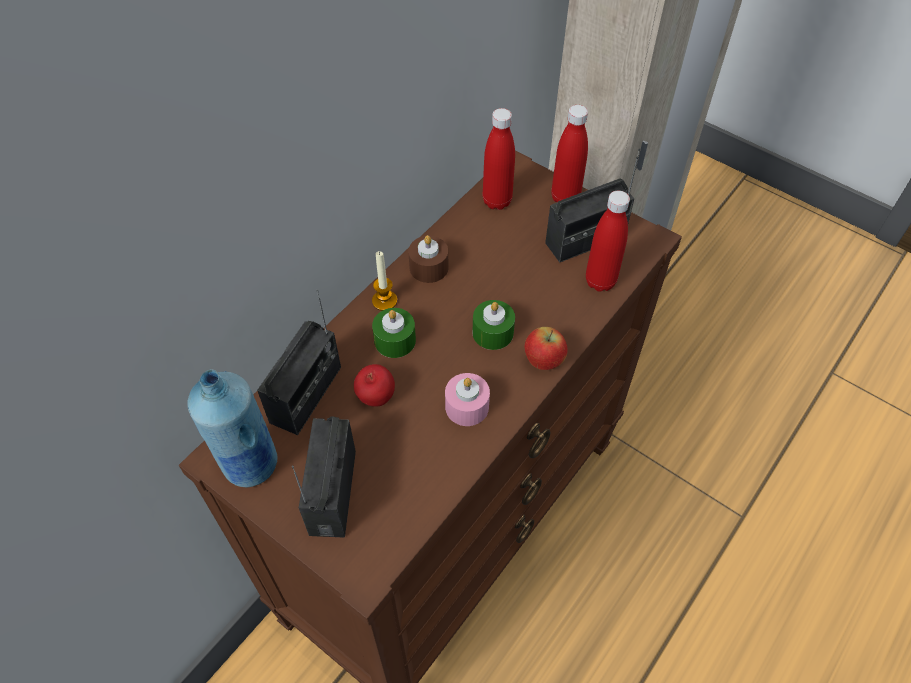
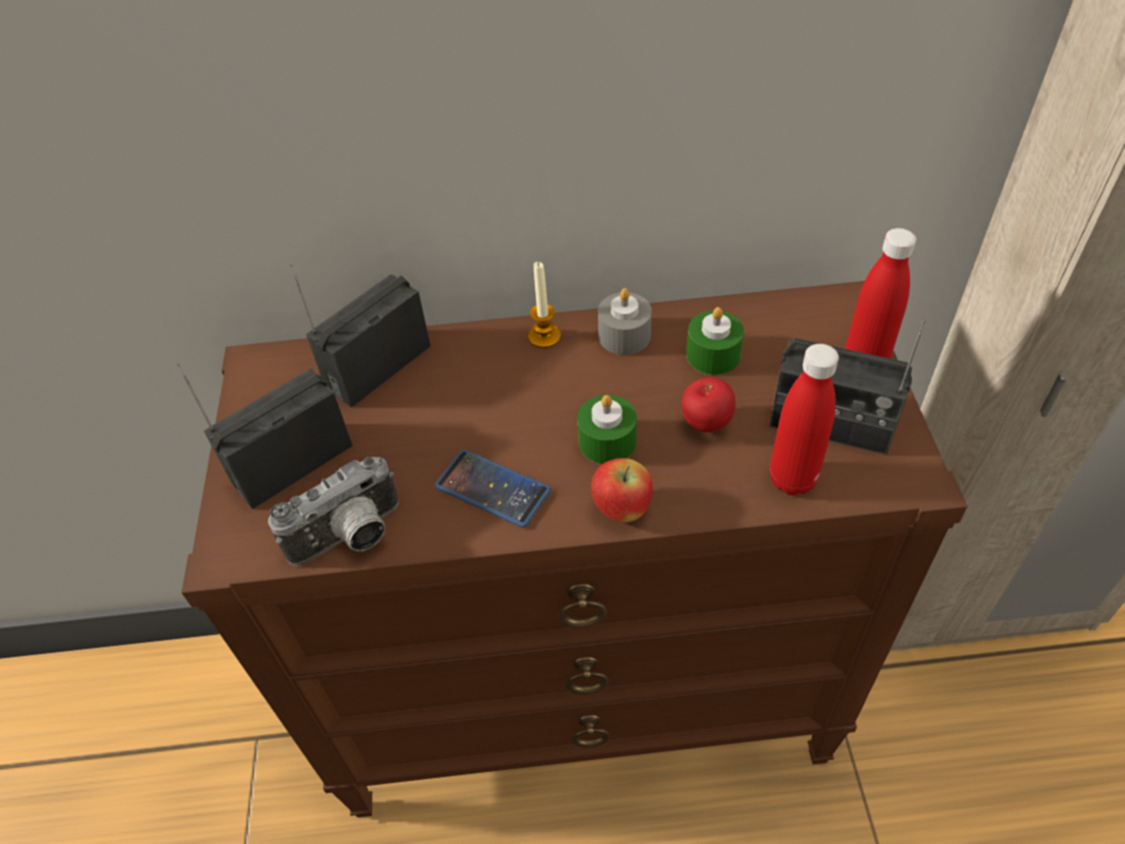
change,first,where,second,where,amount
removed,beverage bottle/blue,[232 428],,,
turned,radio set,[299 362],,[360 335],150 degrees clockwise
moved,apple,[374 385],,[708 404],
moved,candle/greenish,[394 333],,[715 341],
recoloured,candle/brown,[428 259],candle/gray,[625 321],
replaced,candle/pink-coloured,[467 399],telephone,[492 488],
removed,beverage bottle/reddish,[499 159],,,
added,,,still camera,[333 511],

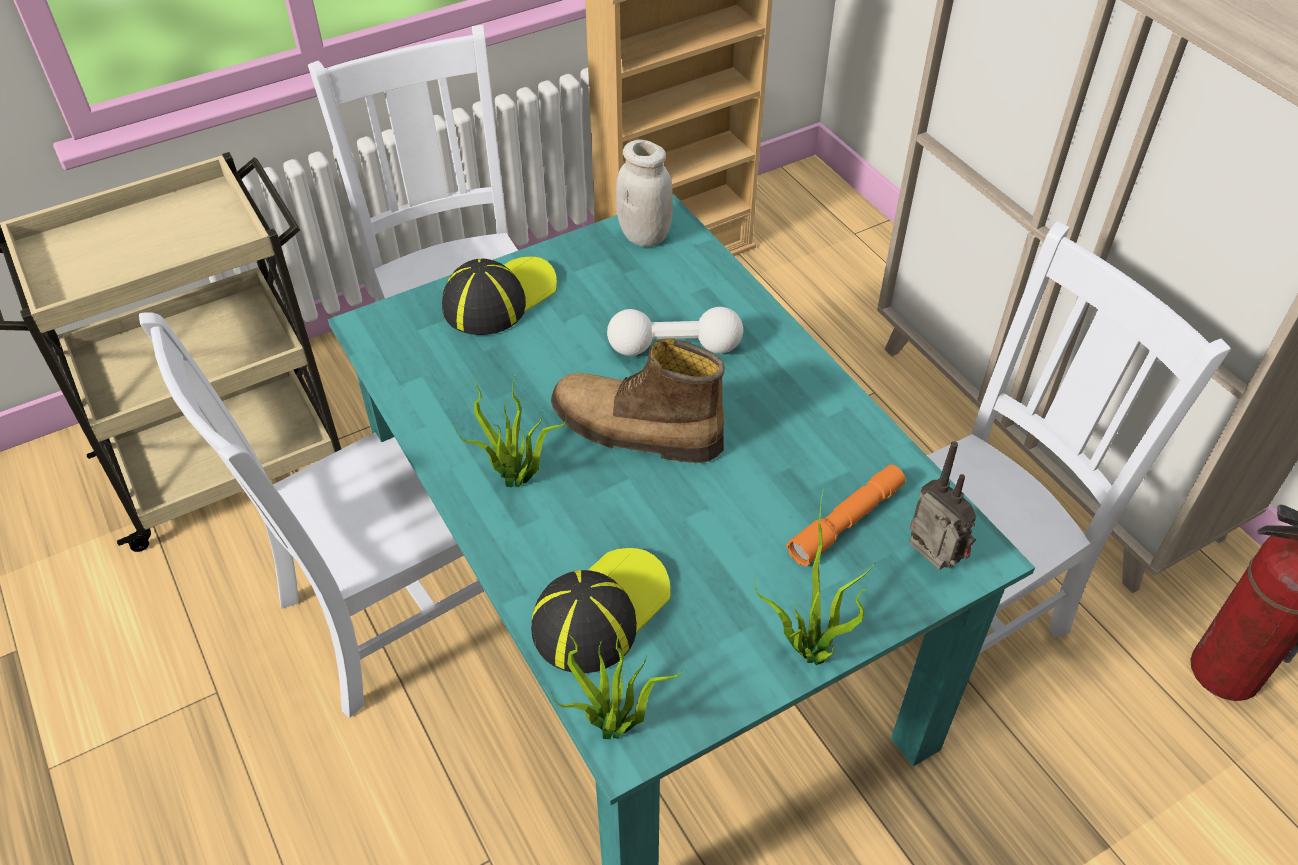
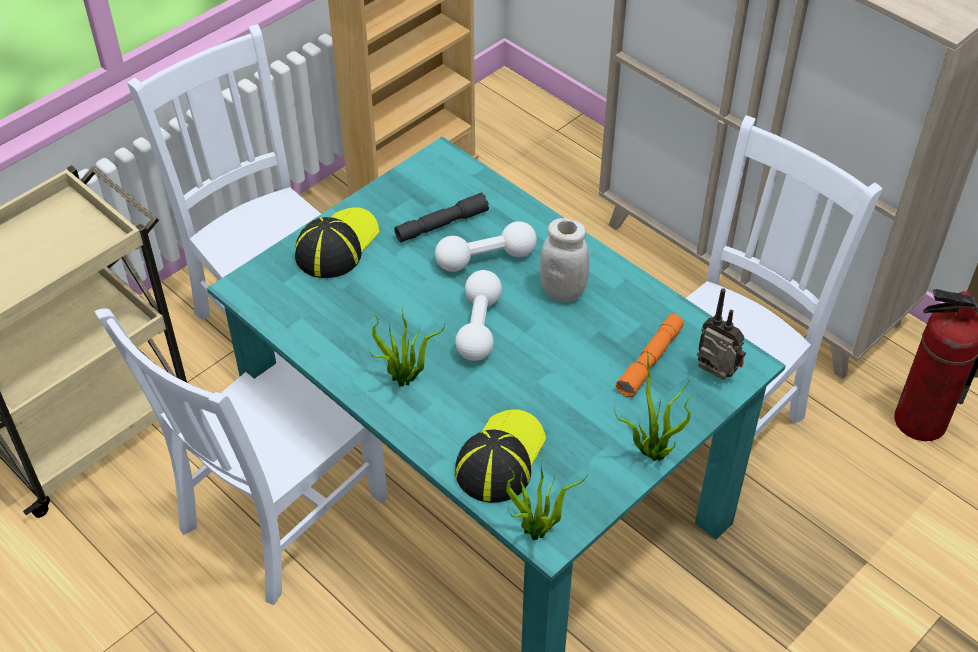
change,first,where,second,where,amount
replaced,boot,[638 401],dumbbell/whitish,[478 315],
moved,preserve jar/whitish,[644 193],,[565 260],
added,,,torch/gray,[441 217],

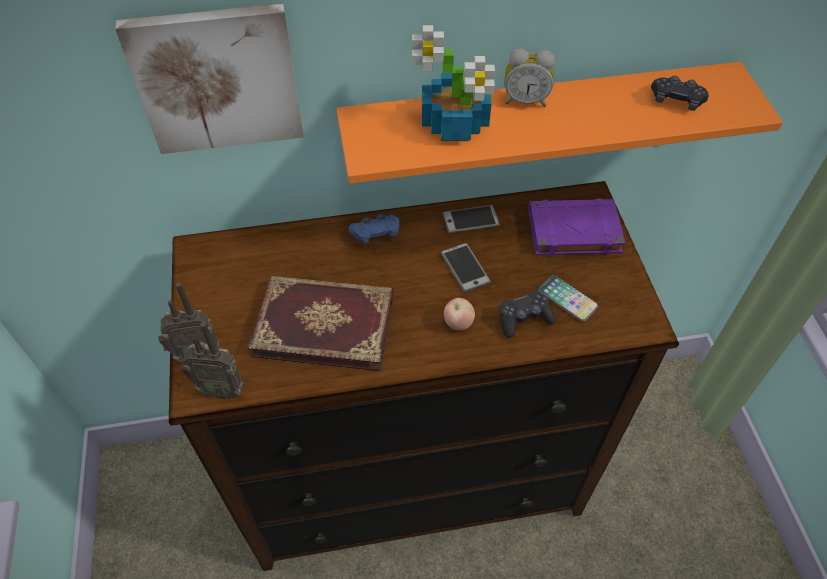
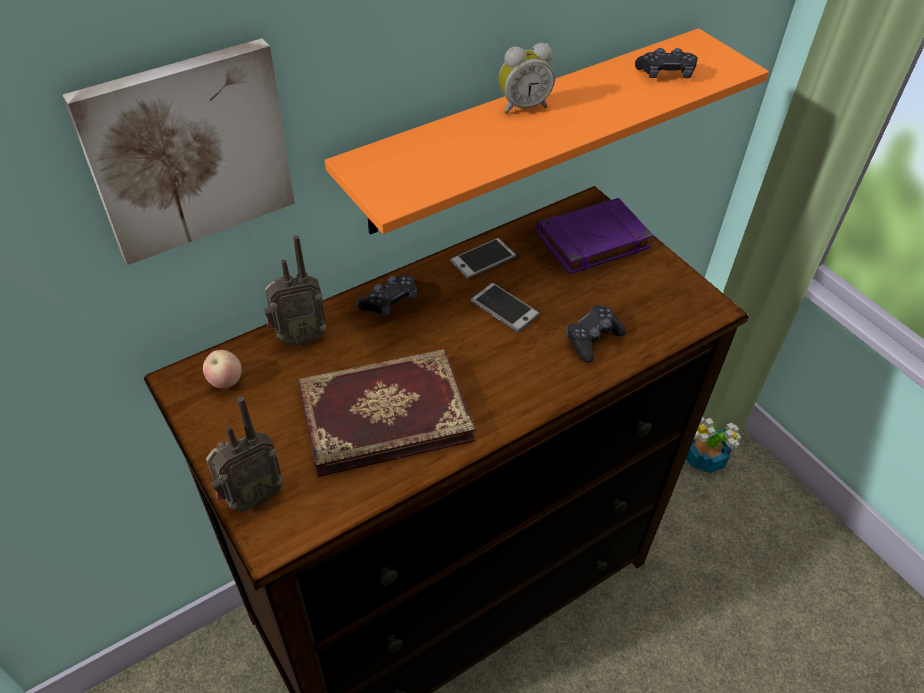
change,first,where,second,where,amount
moved,radio set,[213 360],,[295 290],
recoloured,joypad/blue,[374 229],joypad/black-coloured,[386 296],
moved,plant in a pot,[453 83],,[713 445],
moved,apple,[459 314],,[222 369],
removed,telephone,[568 298],,,

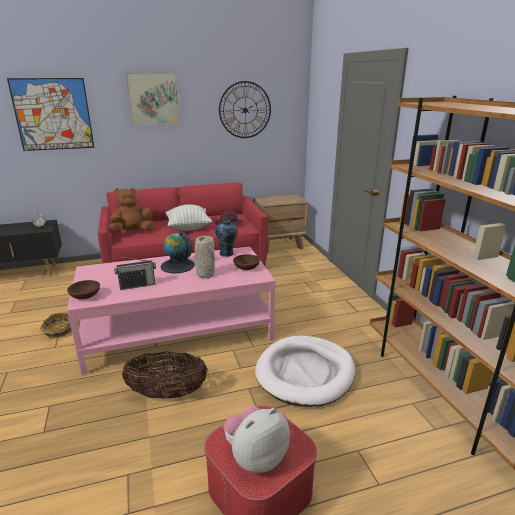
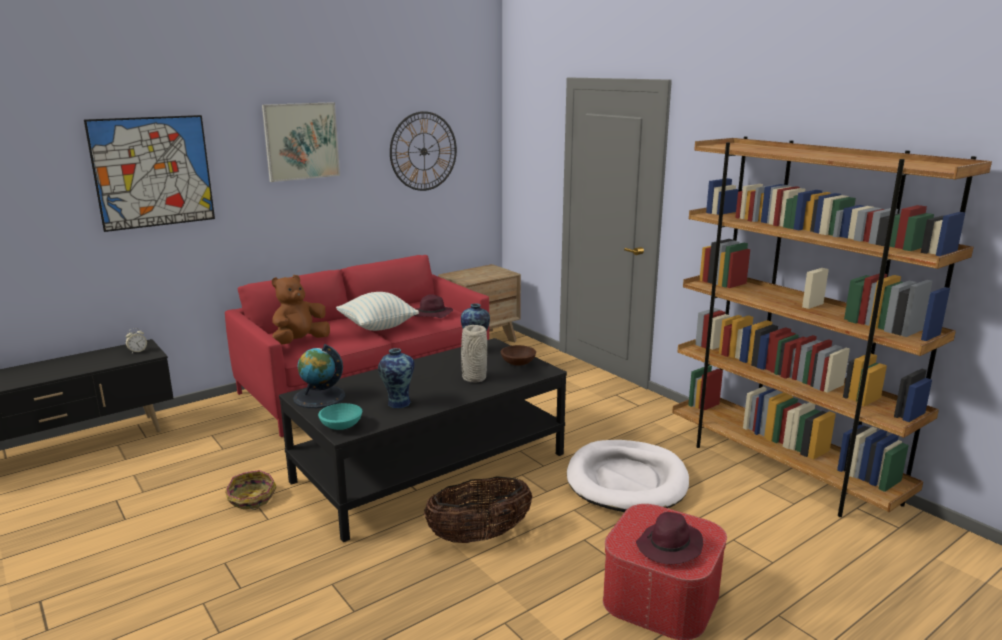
change,first,where,second,where,amount
recoloured,coffee table/pink-coloured,[171 310],coffee table/black-coloured,[423 440],
recoloured,bowl/brown,[83 289],bowl/blue-green,[340 416],
replaced,radio set,[135 273],decorative vase,[396 378],
moved,globe,[177 252],,[319 376],
replaced,soft toy,[256 439],clothing hat/purple,[669 538],

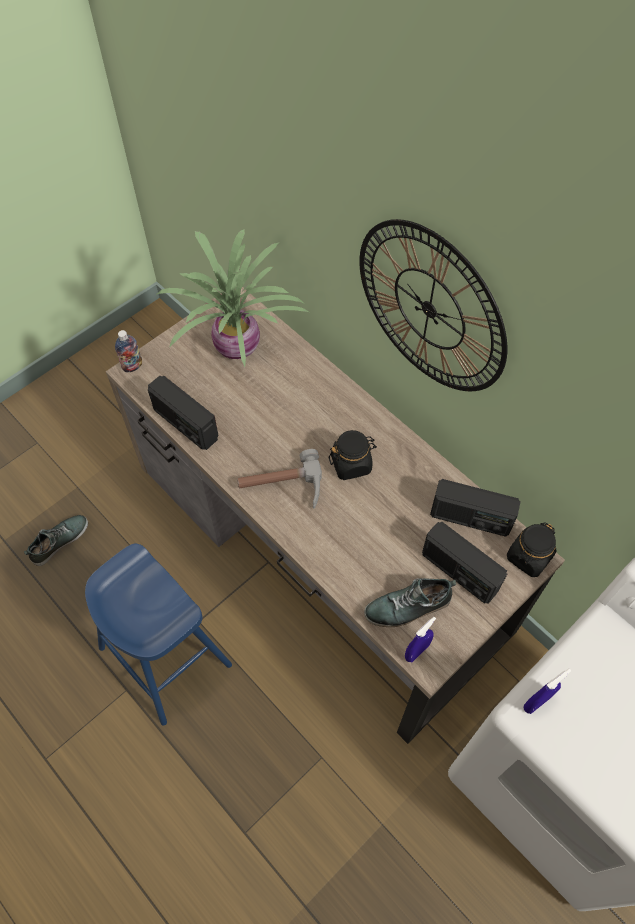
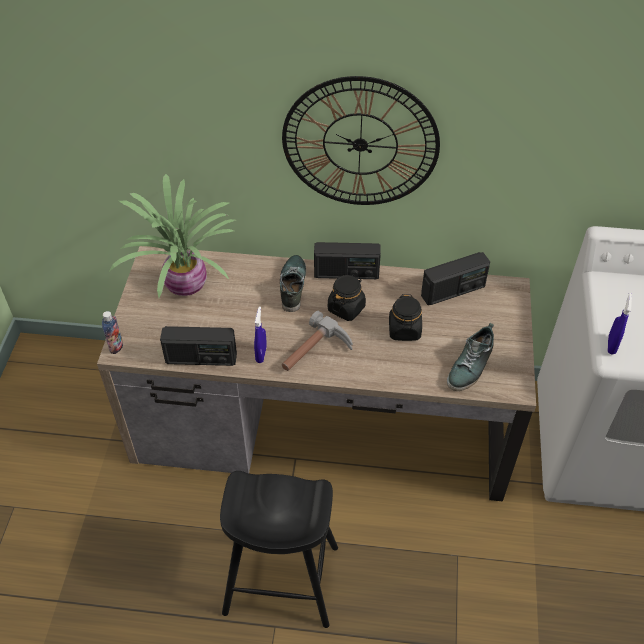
change,first,where,second,where,amount
moved,item of footwear,[56 540],,[293 283],
recoloured,sitting stool/blue,[158 635],sitting stool/black-coloured,[279 549],
moved,spray bottle/blue,[420 639],,[260 335],
moved,radio set,[464 563],,[347 260],
moved,preserve jar/black-coloured,[532 549],,[405 317],

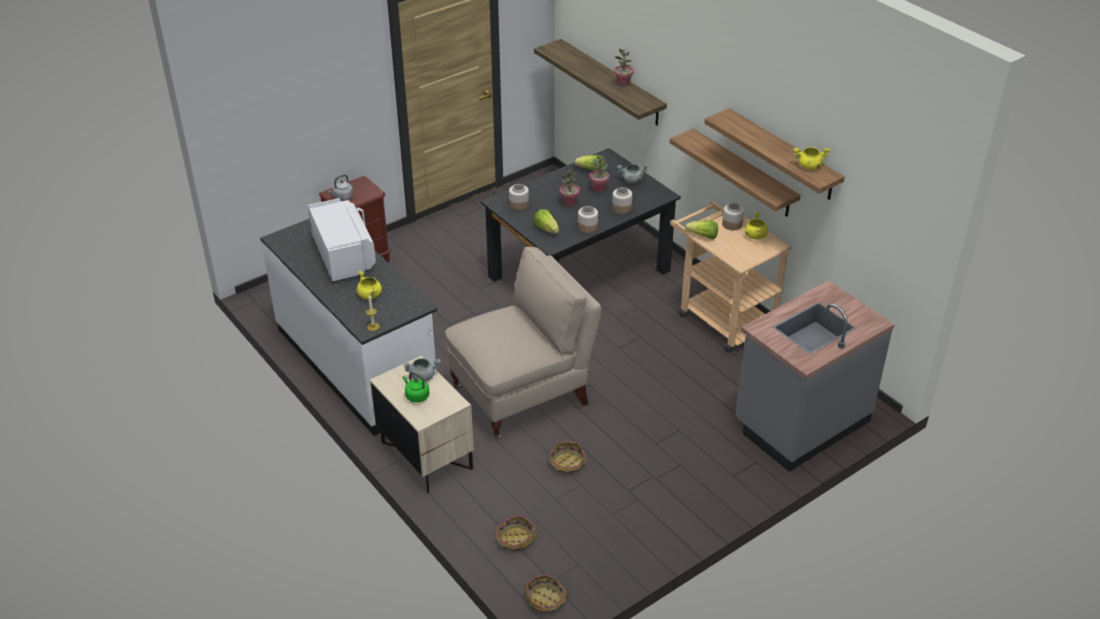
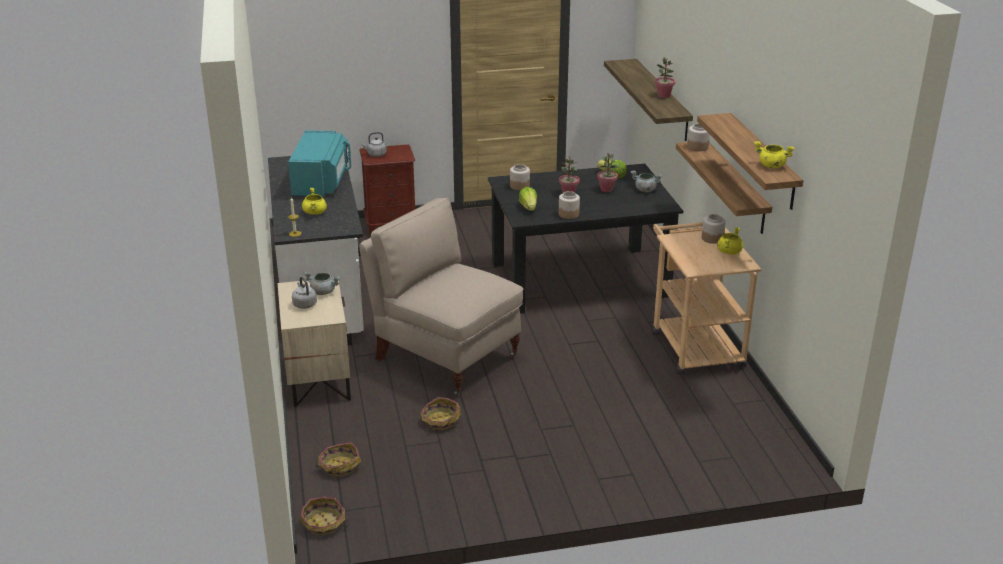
change,first,where,second,where,amount
recoloured,microwave oven/whitish,[342 240],microwave oven/blue-green,[319 163],
recoloured,kettle/greenish,[416 387],kettle/gray,[304 293],
turned,chair/beige,[523 343],,[441 296],135 degrees counterclockwise
moved,preserve jar,[622 200],,[698 137],
removed,lettuce head,[701 229],,,
removed,kitchen base unit/gray,[815 376],,,

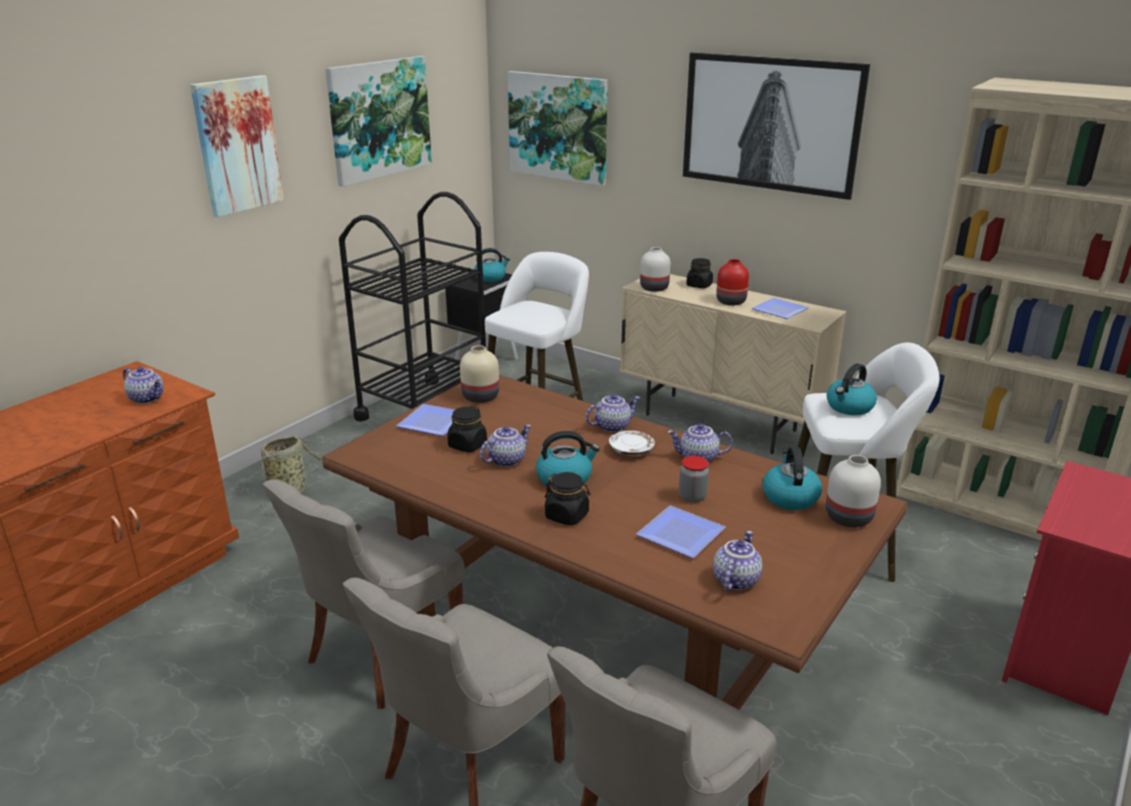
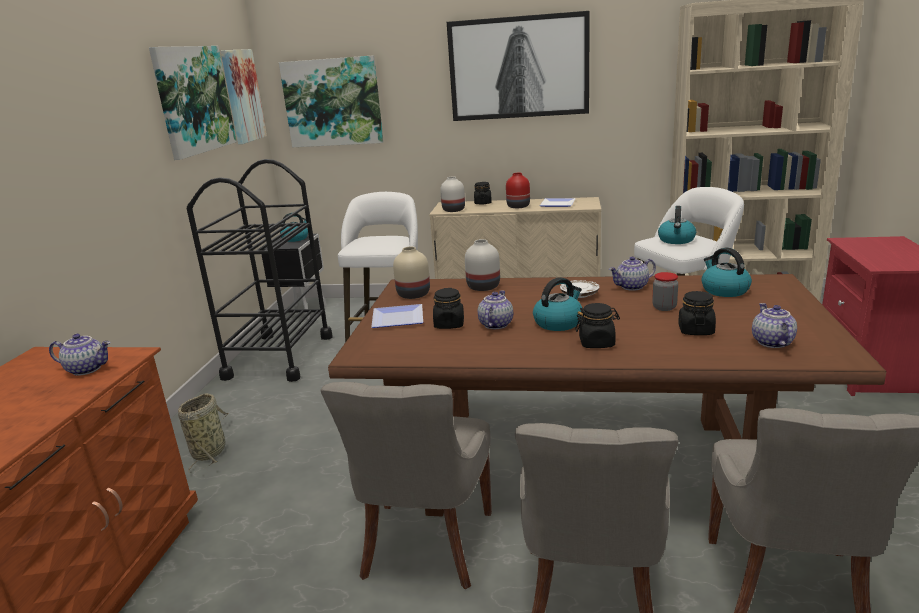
change,first,where,second,where,amount
moved,picture,[237 146],,[244 96],
removed,tea pot,[613 413],,,
replaced,flat dish,[681 531],preserve jar/black-coloured,[697 313],
moved,decorative vase/whitish,[853 491],,[482 265],

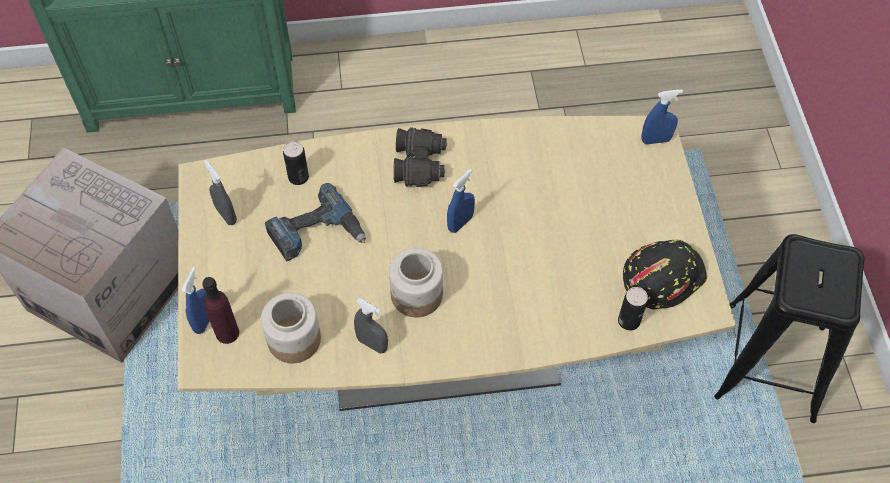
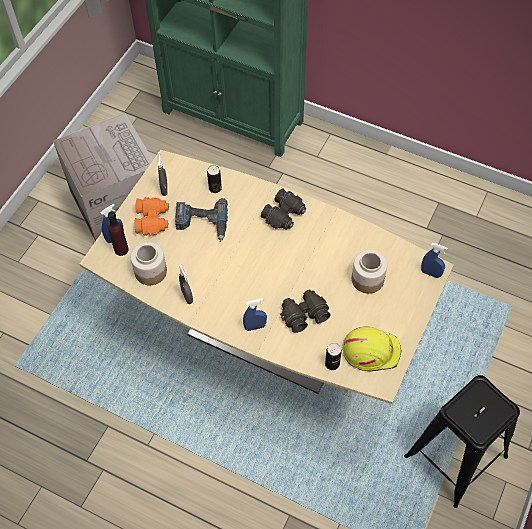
change,first,where,second,where,amount
moved,preserve jar,[416 283],,[369 272],
moved,spray bottle/blue,[461 201],,[255 314],
recoloured,safety helmet/black-coloured,[665 275],safety helmet/yellow-coloured,[372 349],
added,,,field glasses/orange-coloured,[152 216],
added,,,field glasses/black-coloured,[305 311],

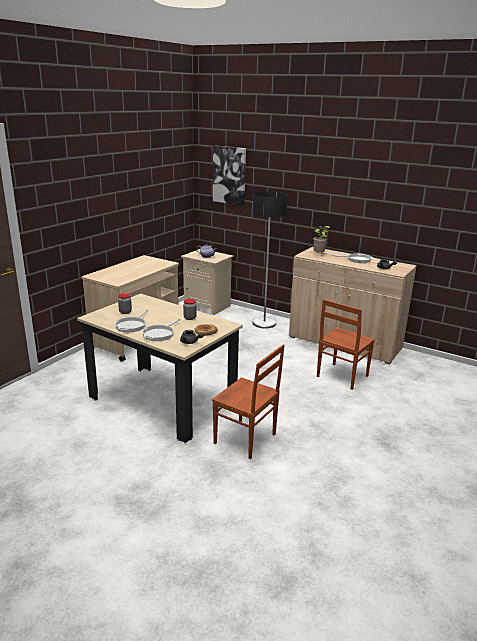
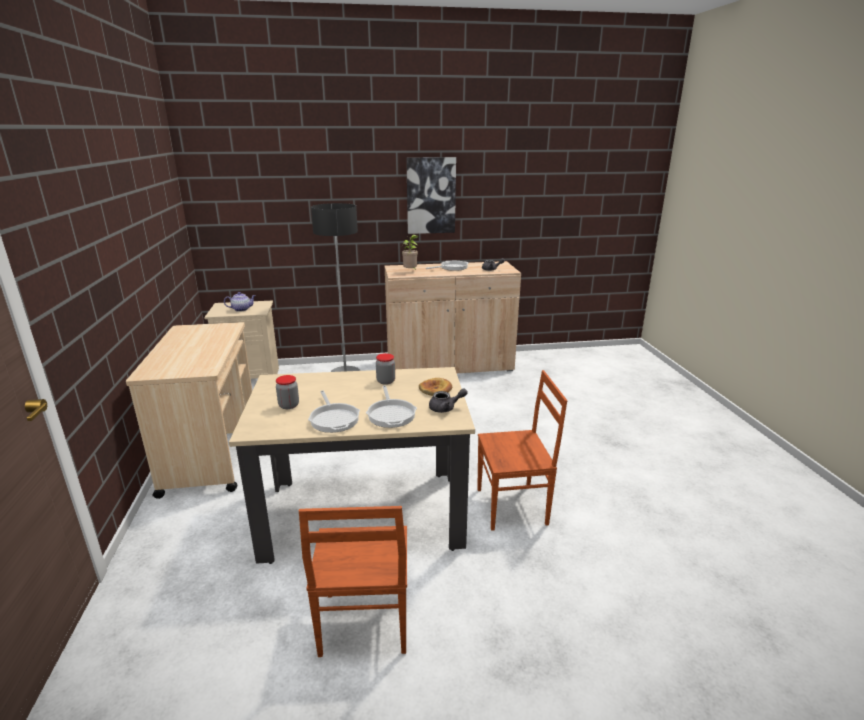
change,first,where,second,where,amount
moved,picture,[229 176],,[431 195],
moved,chair/brown,[346 344],,[353 581],

